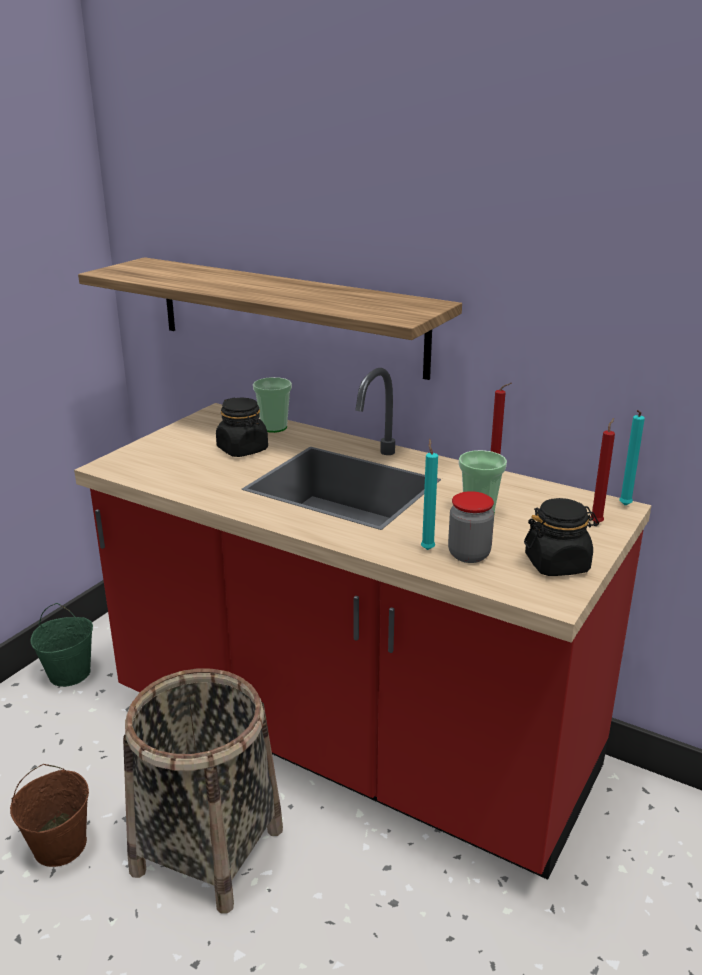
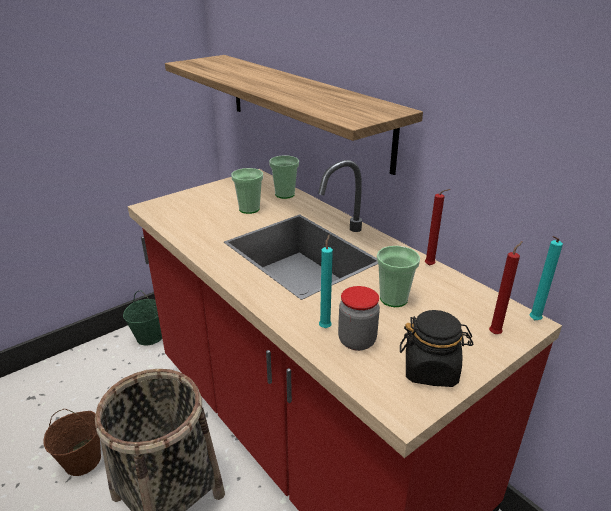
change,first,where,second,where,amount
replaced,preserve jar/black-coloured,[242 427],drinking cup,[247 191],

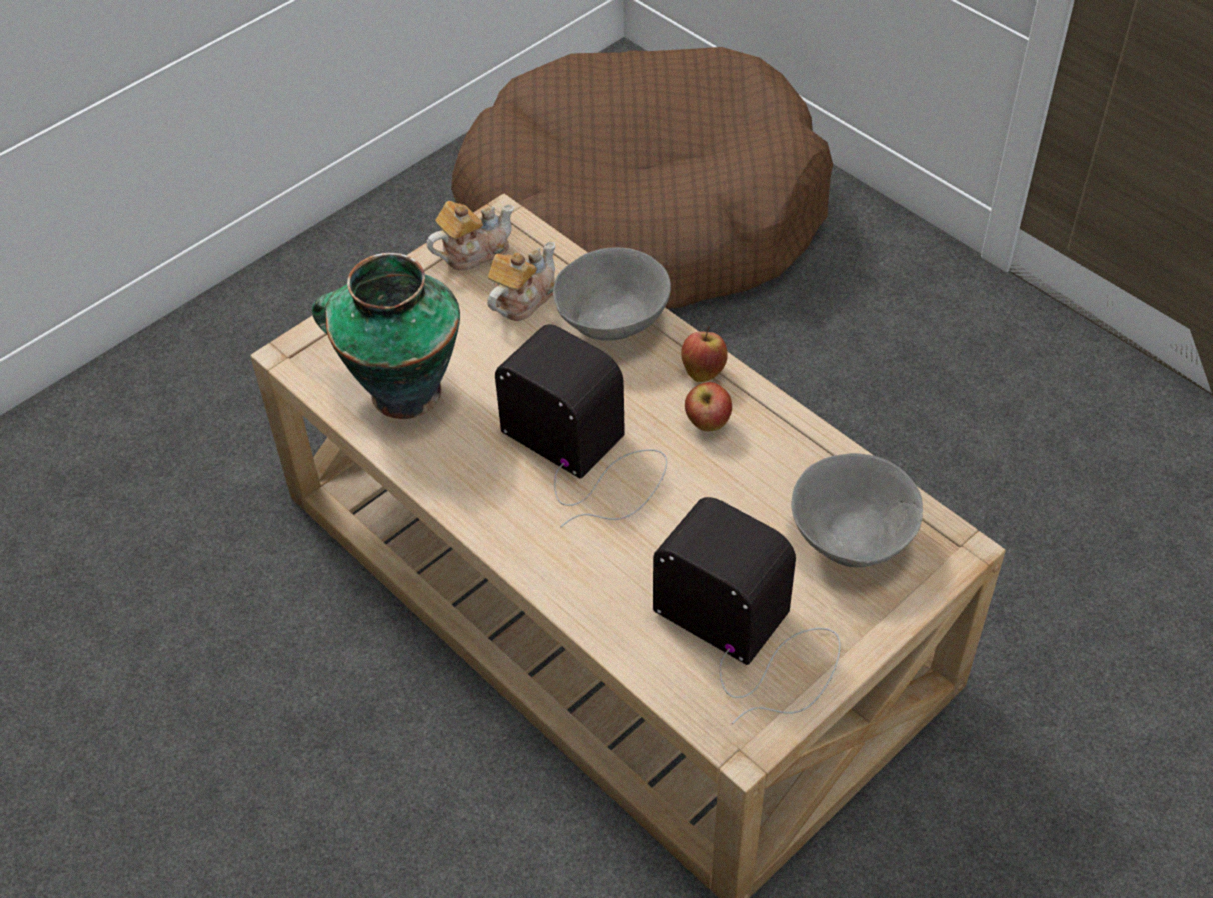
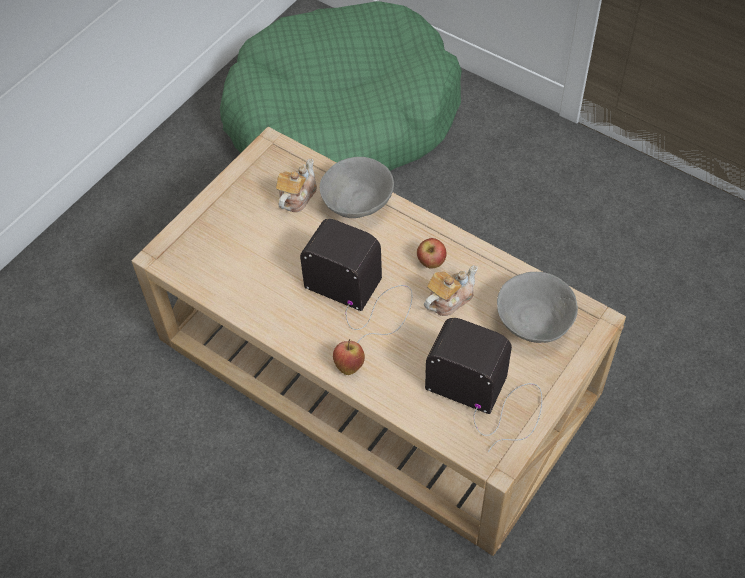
change,first,where,second,where,amount
removed,decorative vase,[386 336],,,
moved,tea pot,[470 235],,[451 290],
recoloured,dog cushion/brown,[642 178],dog cushion/greenish,[341 86],
moved,apple,[704 354],,[349 357],

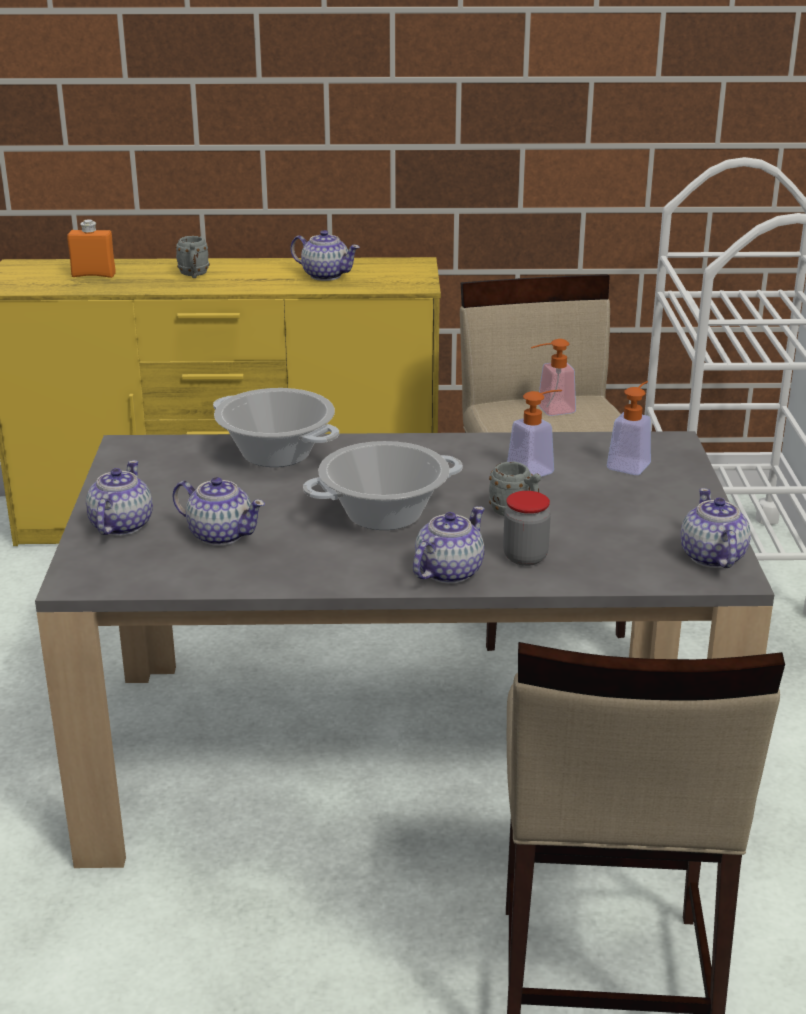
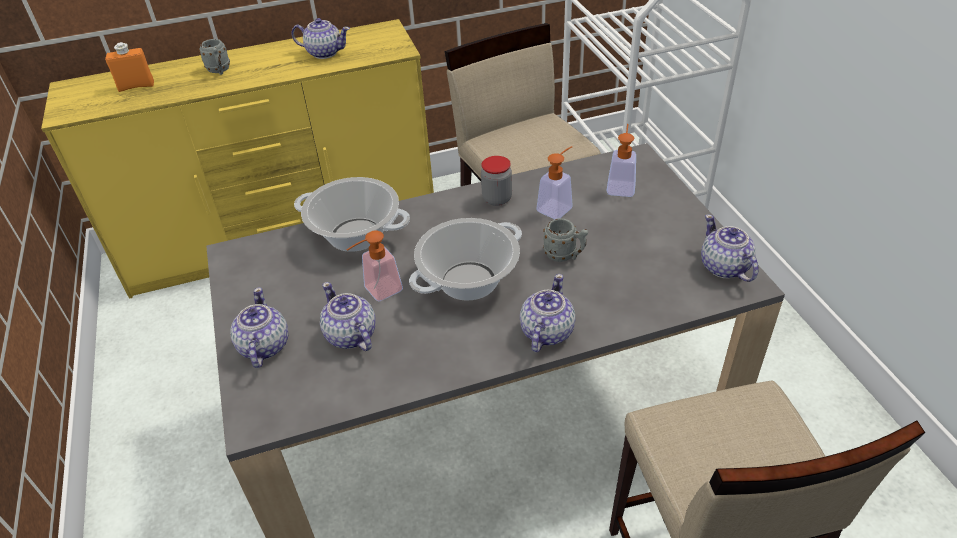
change,first,where,second,where,amount
turned,tea pot,[219 511],,[348 316],135 degrees counterclockwise
moved,preserve jar,[527 528],,[496 181],
moved,soap dispenser,[553 377],,[374 266],

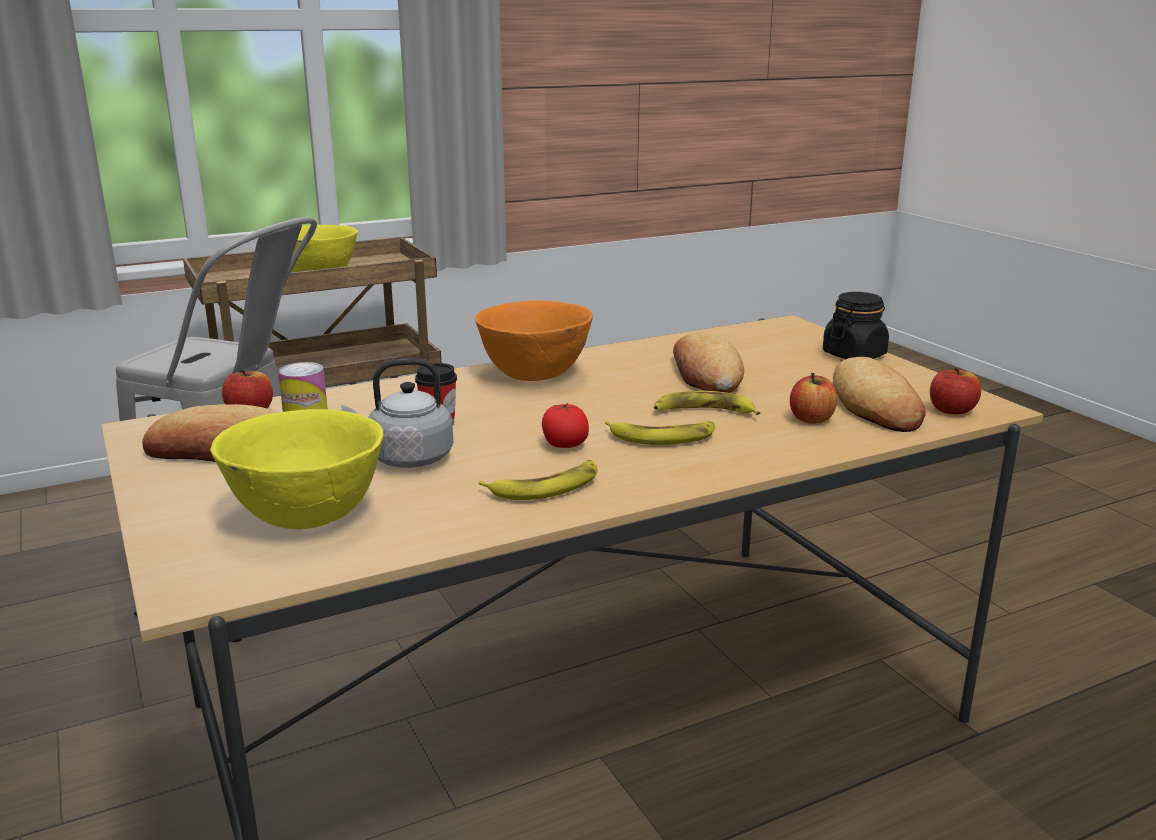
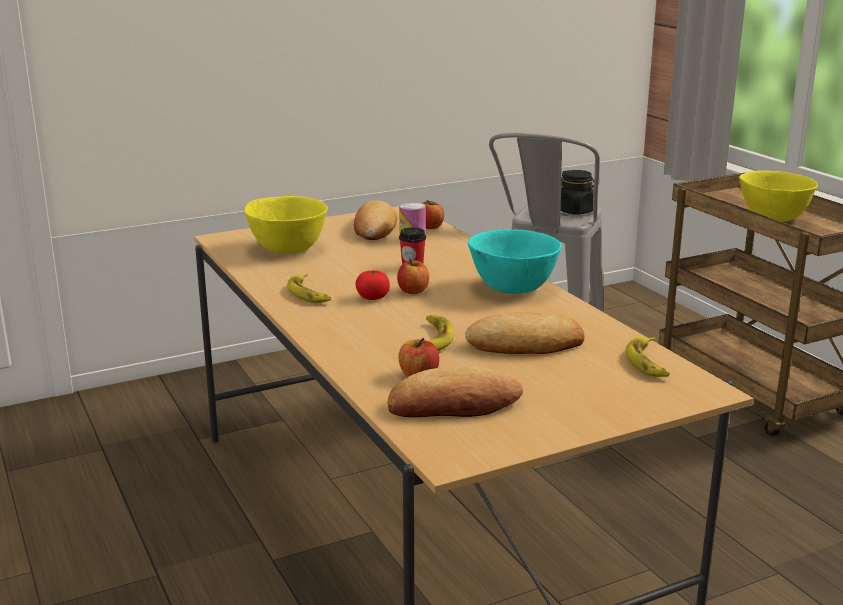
change,first,where,second,where,amount
removed,kettle/gray,[397 413],,,
recoloured,bowl/orange-coloured,[534 340],bowl/blue-green,[515 262],
moved,banana,[660 433],,[647 356],
moved,preserve jar/black-coloured,[856 325],,[577 192],
moved,apple,[955 391],,[413 276],

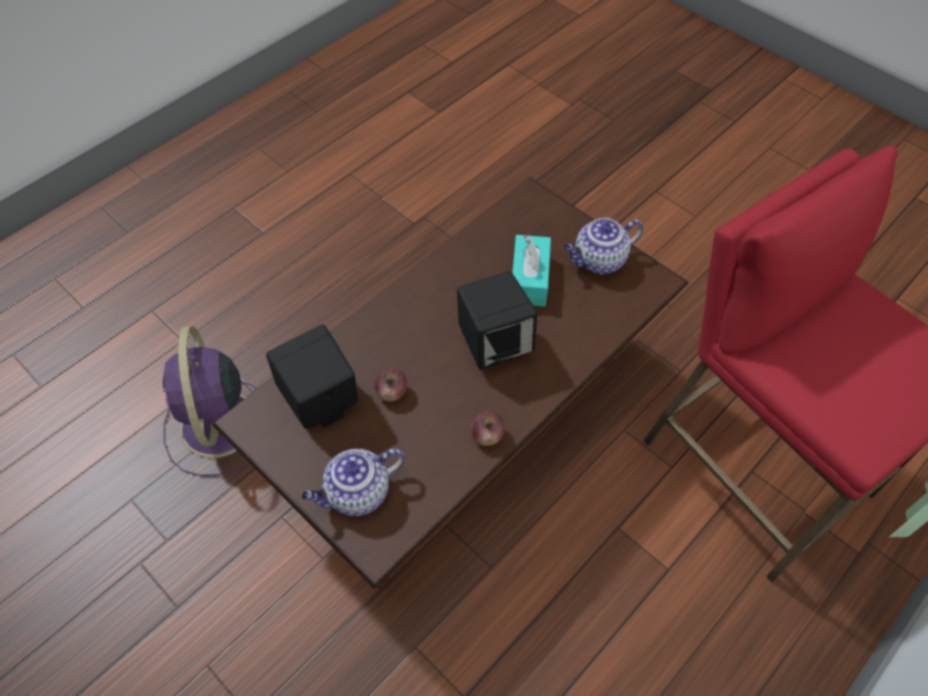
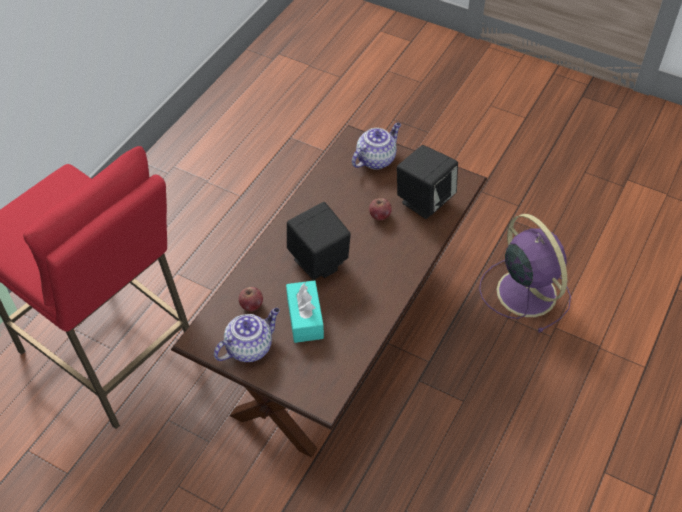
change,first,where,second,where,amount
moved,apple,[488 428],,[251 299],

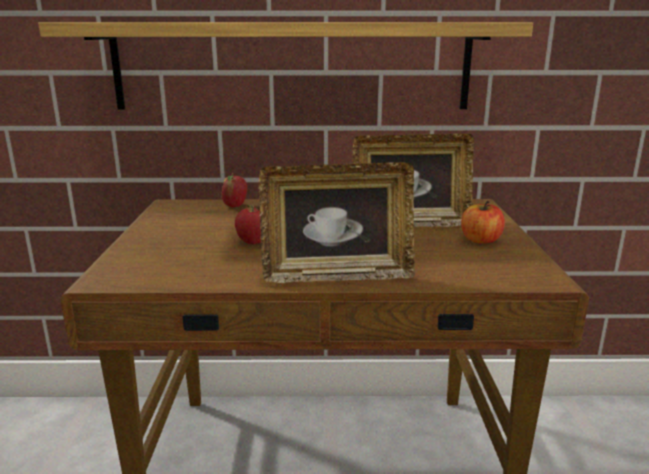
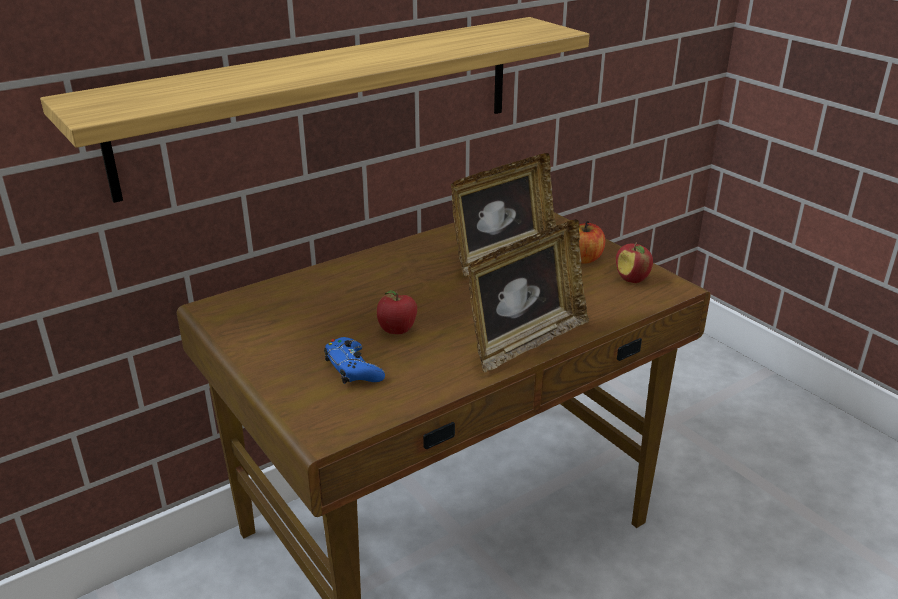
change,first,where,second,where,amount
moved,apple,[234 190],,[634 262],
added,,,joypad/blue,[354 360],

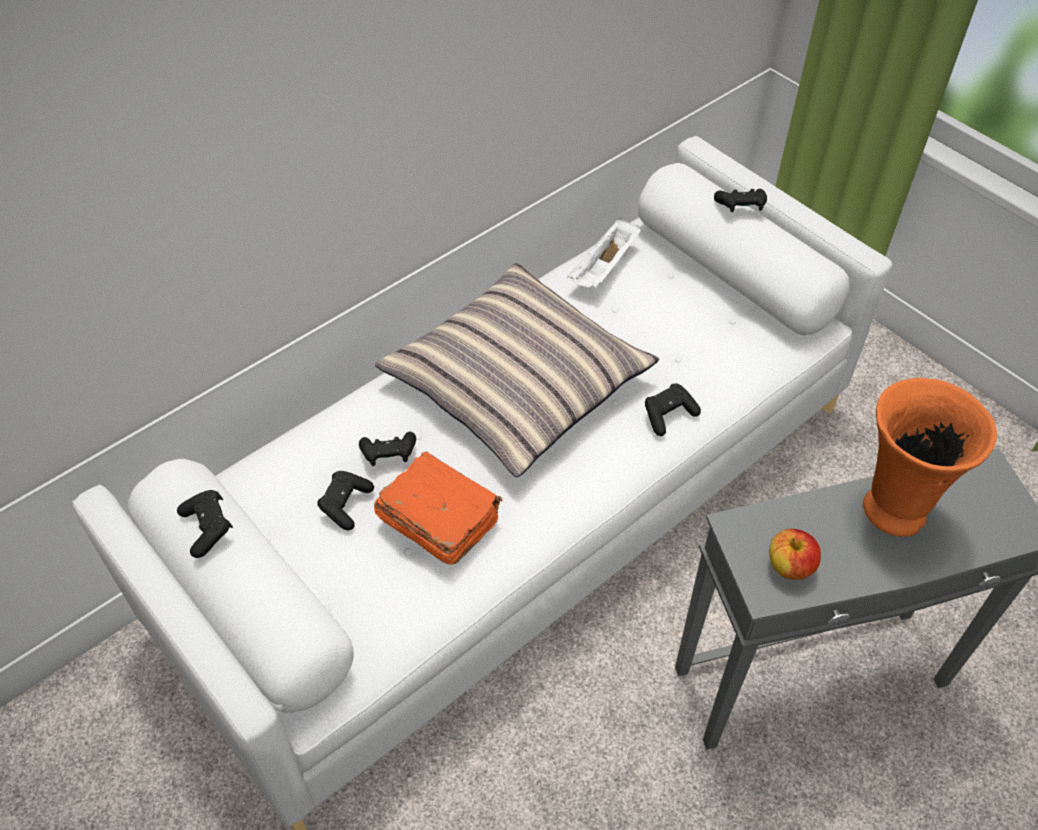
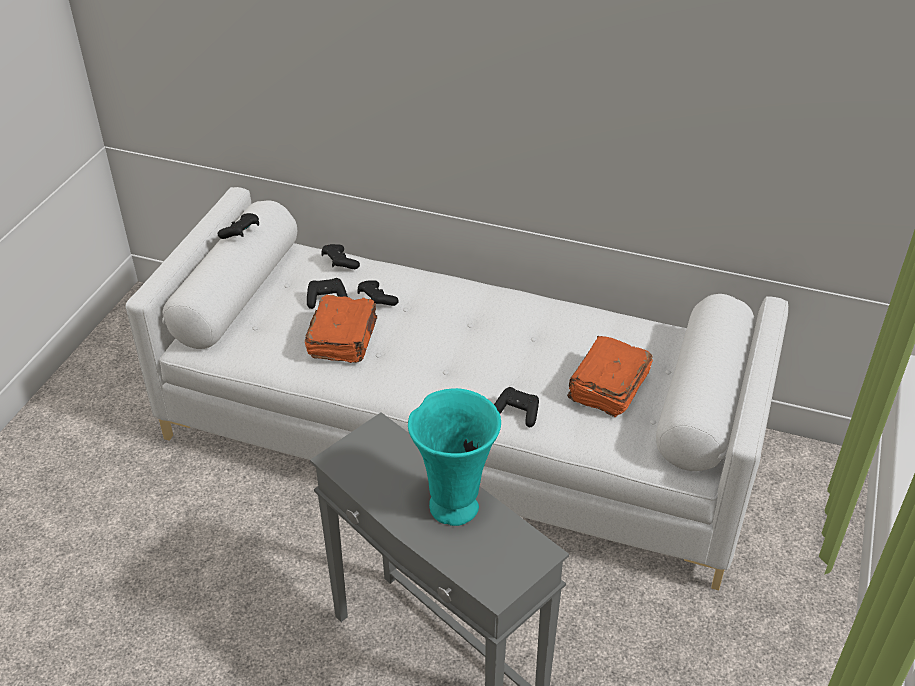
change,first,where,second,where,amount
removed,pillow,[517 370],,,
removed,serving tray/whitish,[604 252],,,
moved,joypad/black-coloured,[740 200],,[340 256],
removed,apple,[795 554],,,
recoloured,decorative vase/orange-coloured,[930 457],decorative vase/blue-green,[454 457],
added,,,volume/orange-coloured,[610 376],

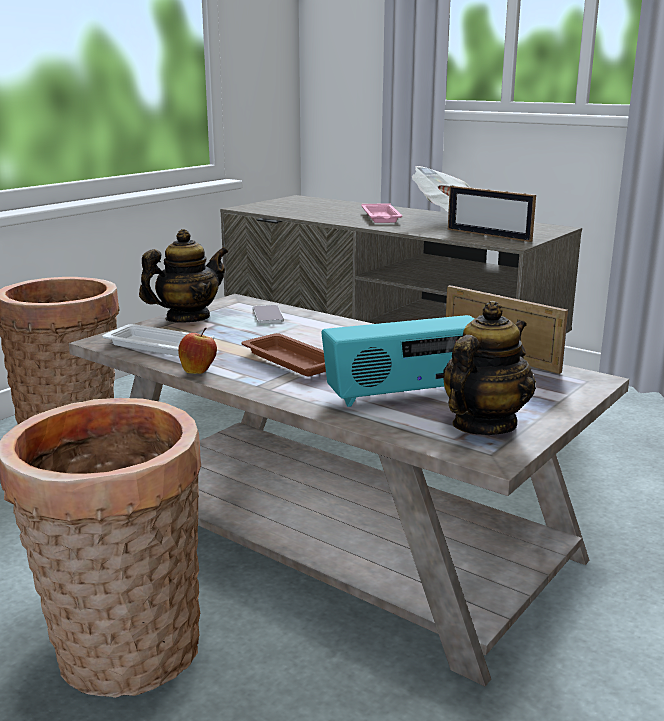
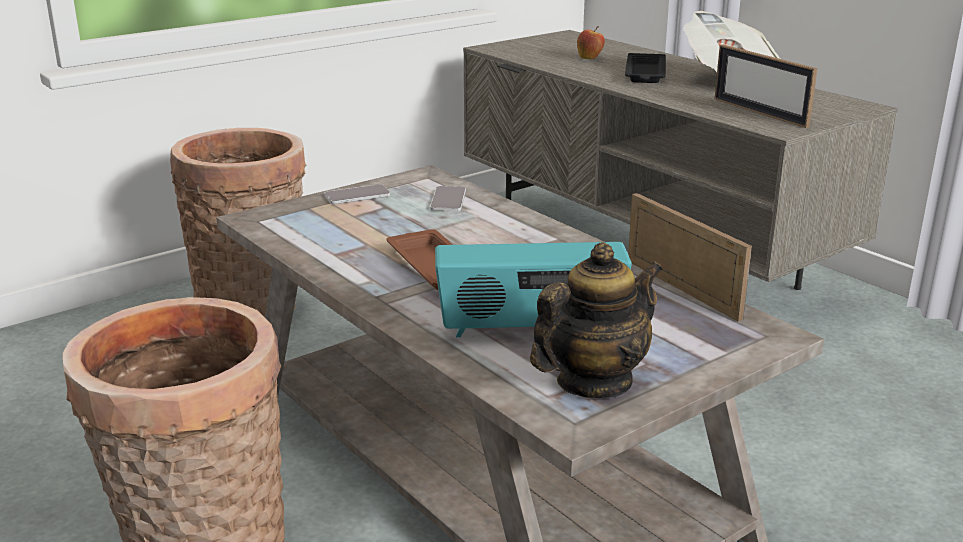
change,first,where,second,where,amount
removed,serving tray/whitish,[158 340],,,
replaced,tea pot,[183 275],telephone,[357 194],
moved,apple,[197 351],,[591 43],
recoloured,serving tray/pink-coloured,[381 213],serving tray/black-coloured,[645 68],

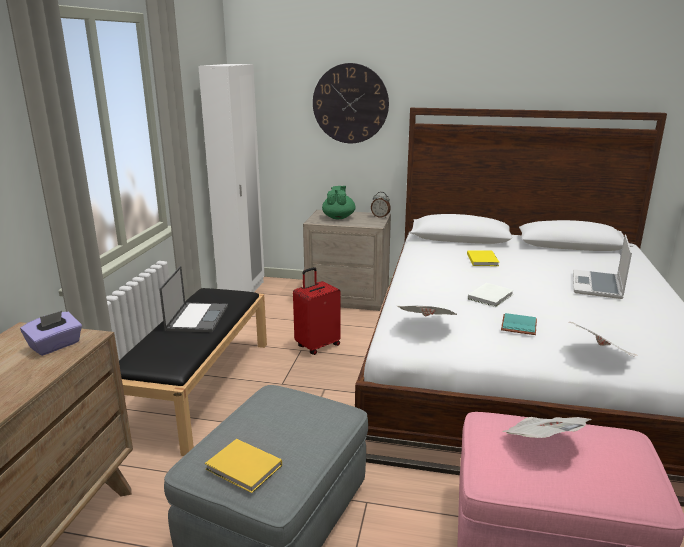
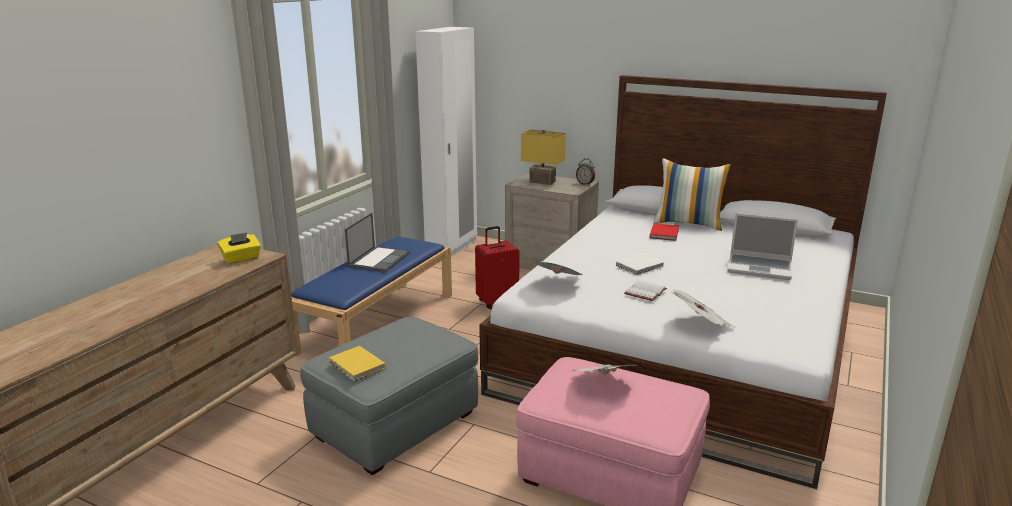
change,first,where,second,where,amount
recoloured,tissue holder/purple,[51 333],tissue holder/yellow-coloured,[239 248],
recoloured,indoor bench/black-coloured,[193 372],indoor bench/blue,[371 297],
removed,hanging clock,[351 103],,,
replaced,tea pot/greenish,[339 202],table lamp/yellow-coloured,[543 157],
recoloured,volume/yellow-coloured,[483 258],volume/reddish,[664 232],
recoloured,volume/blue-green,[519 324],volume/whitish,[645 290],
turned,portable computer,[602 267],,[762 246],105 degrees counterclockwise
added,,,pillow,[693 194],

